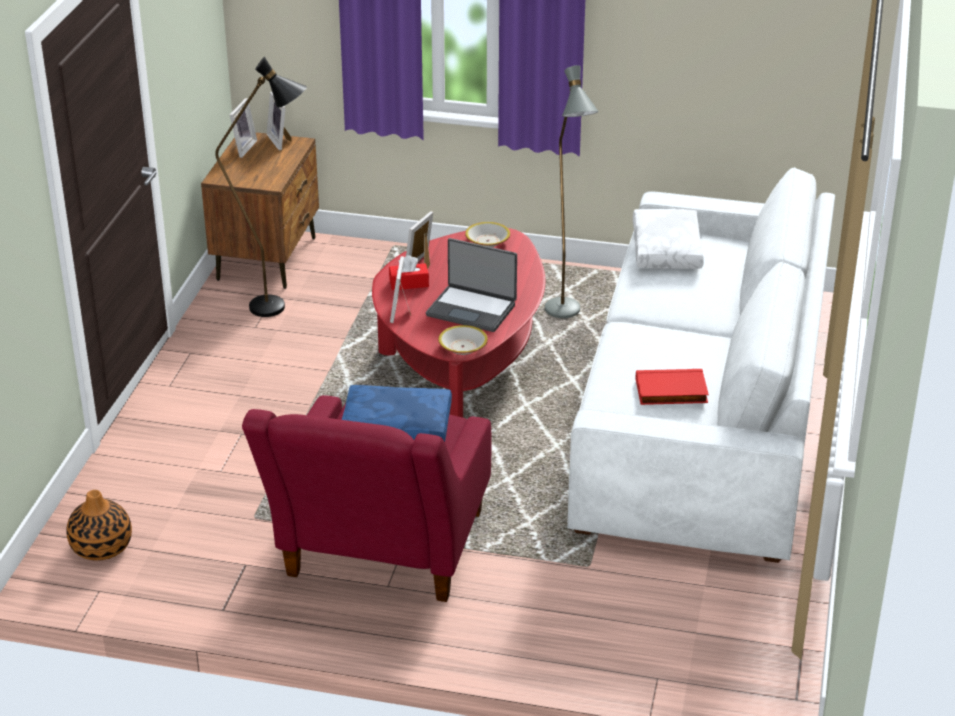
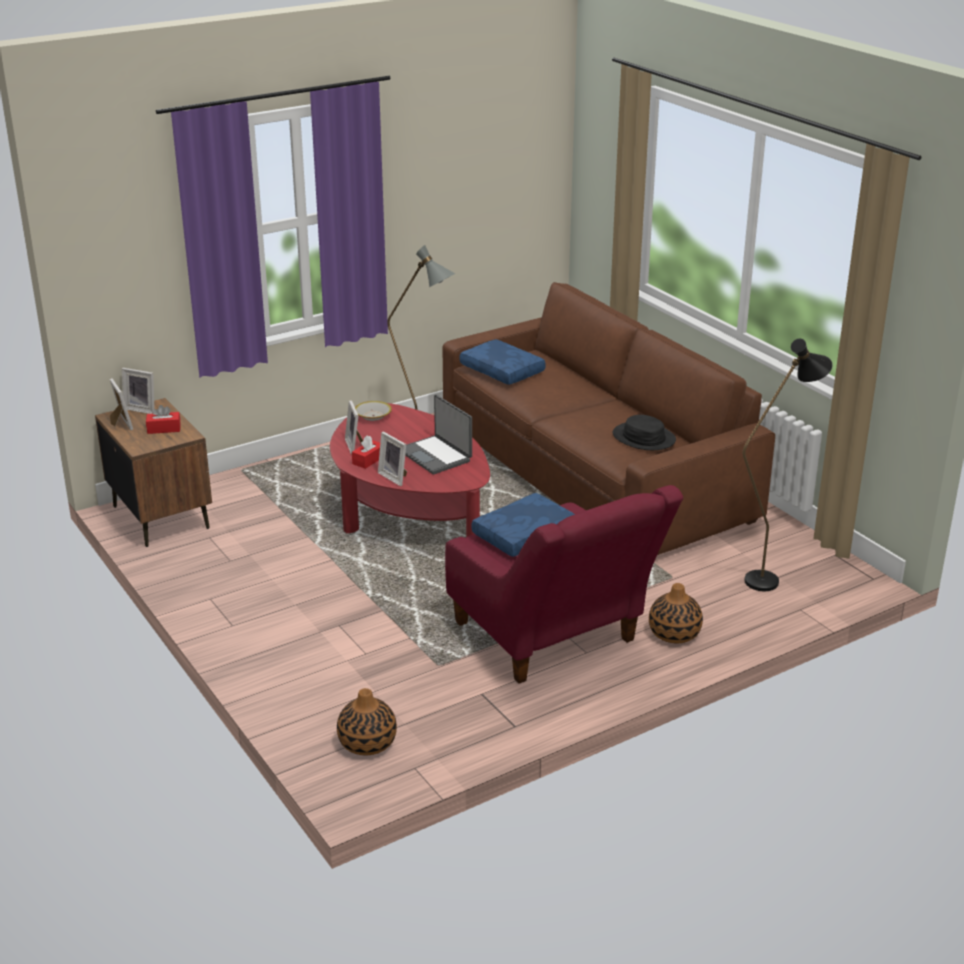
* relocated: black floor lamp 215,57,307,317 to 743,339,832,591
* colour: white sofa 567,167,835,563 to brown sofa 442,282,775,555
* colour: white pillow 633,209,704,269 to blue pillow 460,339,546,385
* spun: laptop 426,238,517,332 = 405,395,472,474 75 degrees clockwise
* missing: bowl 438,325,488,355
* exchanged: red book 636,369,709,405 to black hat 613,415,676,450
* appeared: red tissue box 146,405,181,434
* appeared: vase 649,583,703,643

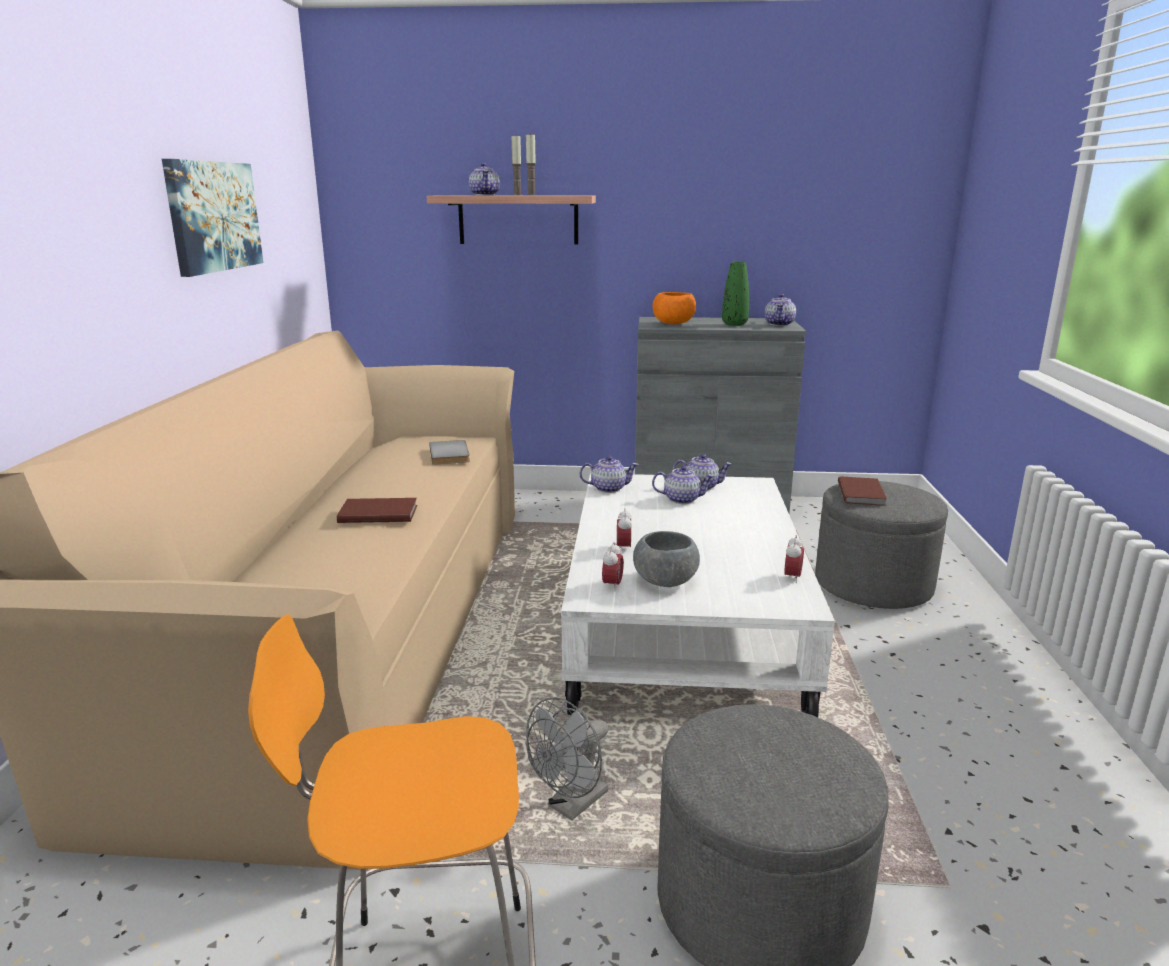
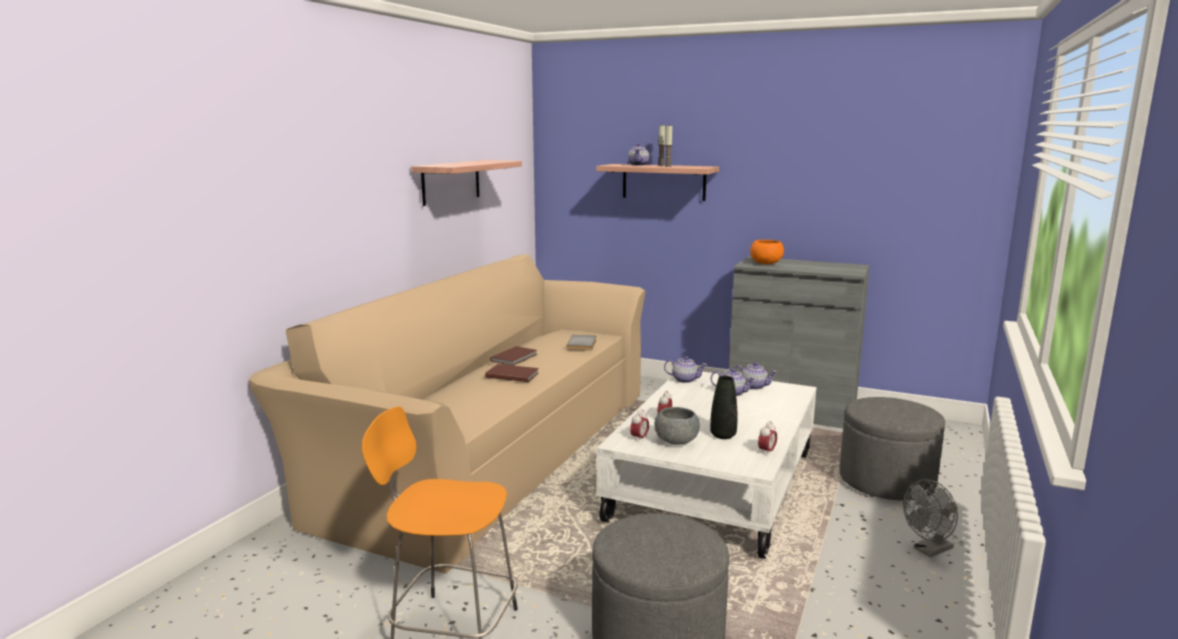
* exchanged: picture 162,159,263,277 to shelf 411,160,522,206
* missing: green vase 722,262,749,326
* missing: teapot 765,294,796,326
* relocated: brown book 838,476,887,506 to 490,346,537,366
* relocated: grey fan 526,697,609,821 to 903,479,958,558
* appeared: black vase 710,376,738,439

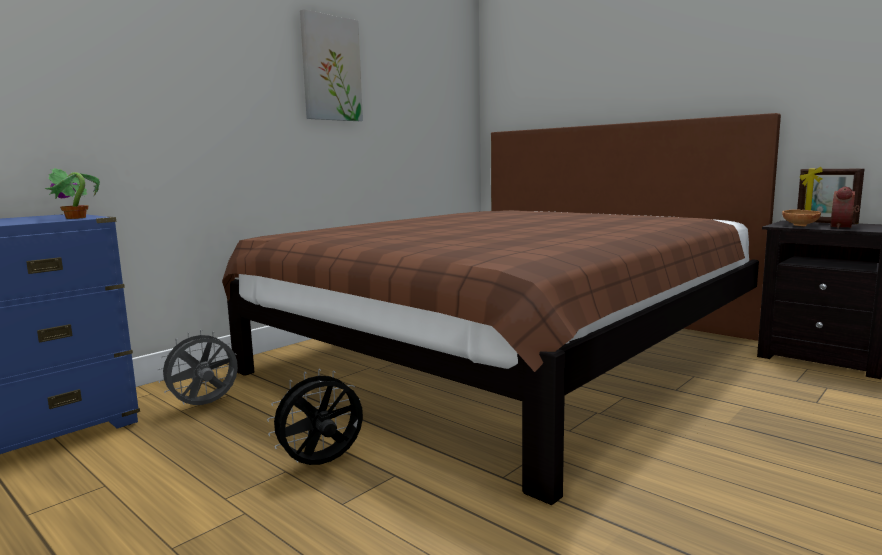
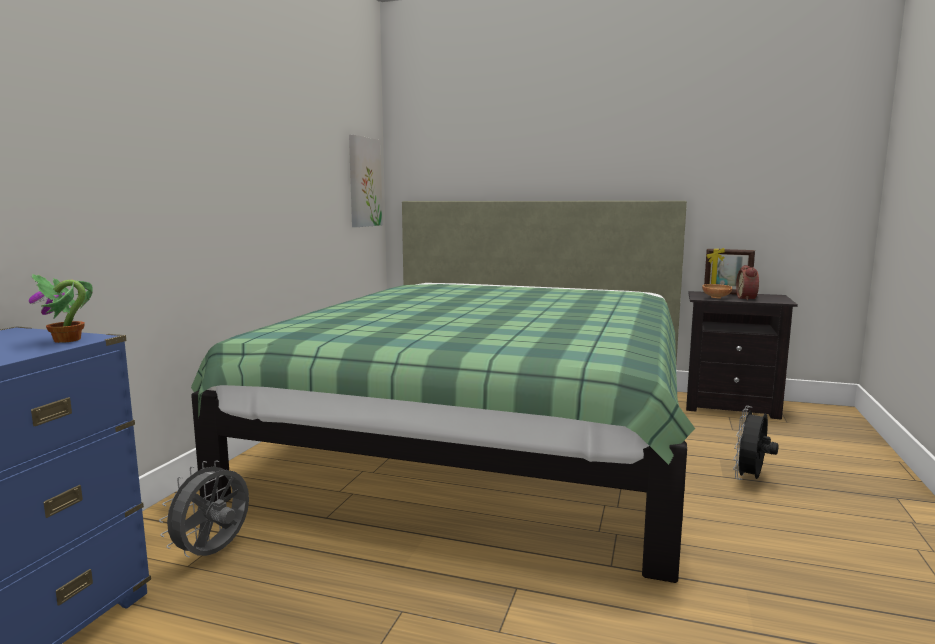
* relocated: picture 300,9,363,121 to 349,135,383,227
* colour: brown bed 222,113,781,505 to green bed 191,201,695,583
* relocated: black fan 267,369,363,465 to 733,406,779,480

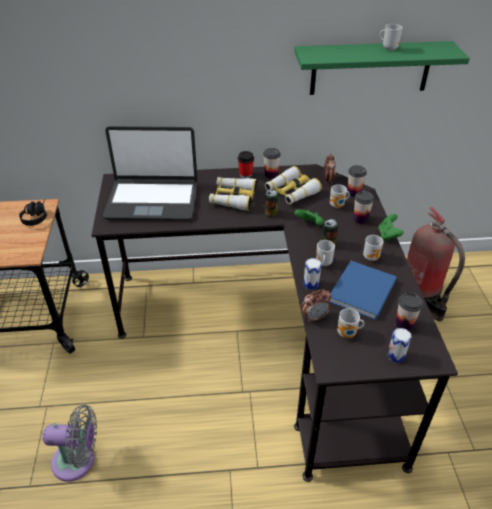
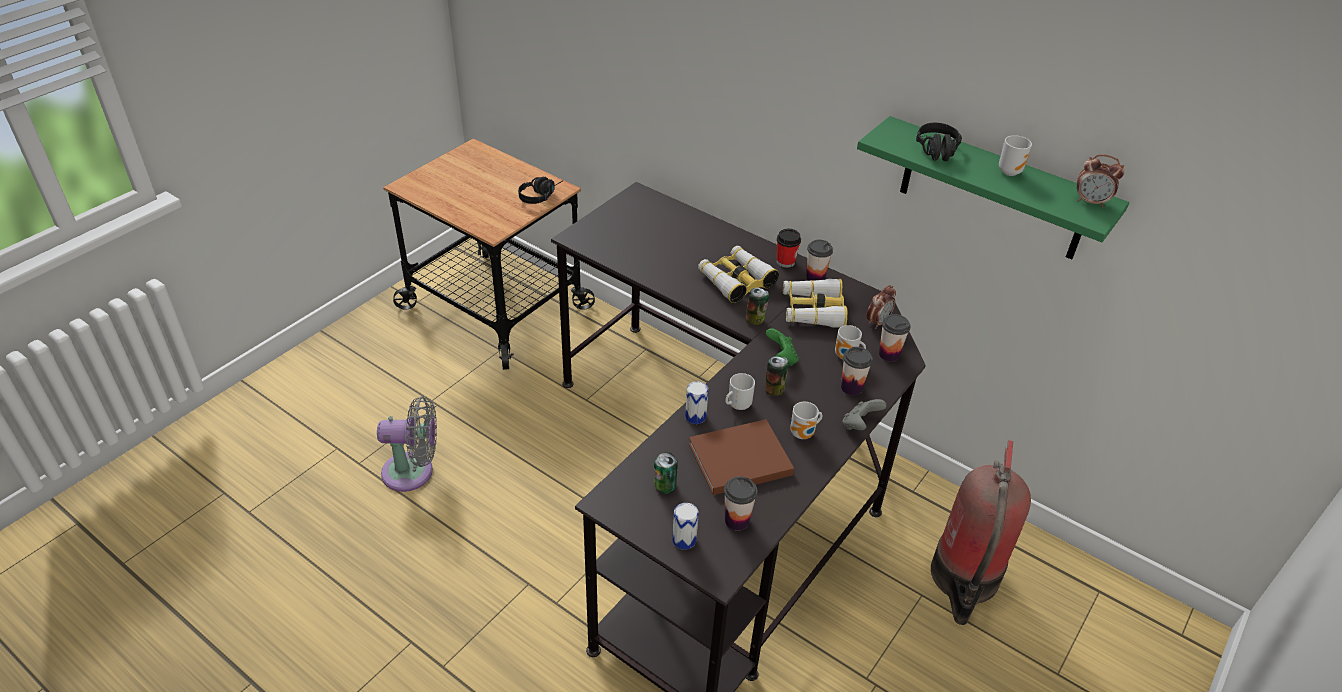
* missing: laptop 103,126,198,221
* colour: green game controller 378,214,404,241 to grey game controller 842,399,887,430
* colour: blue book 329,261,397,320 to brown book 689,419,794,495
* relocated: alarm clock 301,290,331,323 to 1077,154,1125,208
* exchanged: mug 337,308,365,338 to can 654,452,678,494
* spun: grey fan 43,405,97,482 = 377,396,437,492 45 degrees counterclockwise
* appeared: black headphones 916,123,962,162

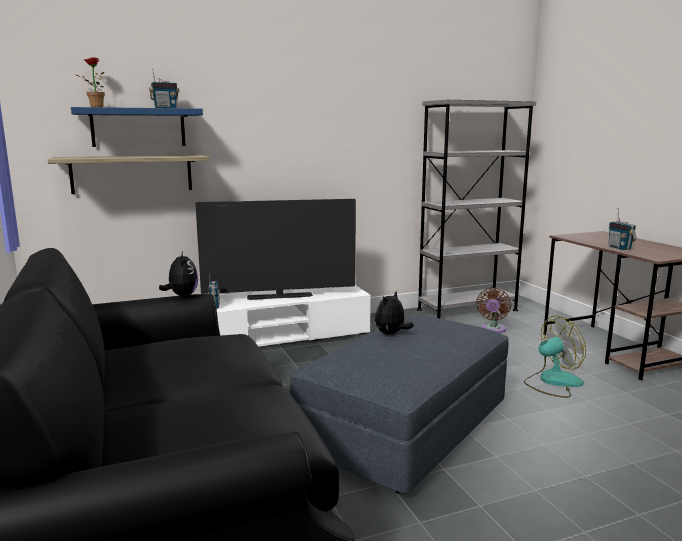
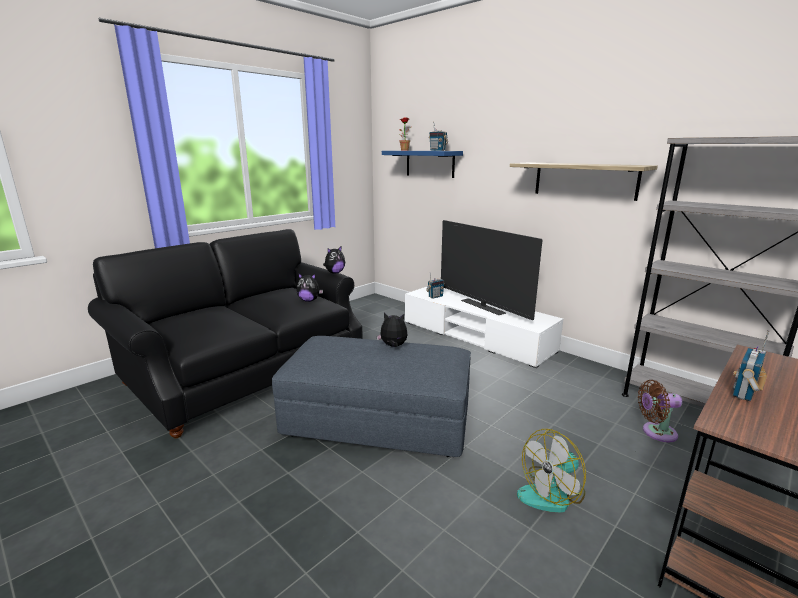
* relocated: shelf 48,155,210,194 to 510,162,658,201
* spun: fan 524,316,586,398 = 517,429,586,512 105 degrees clockwise
* appeared: plush toy 297,273,323,302

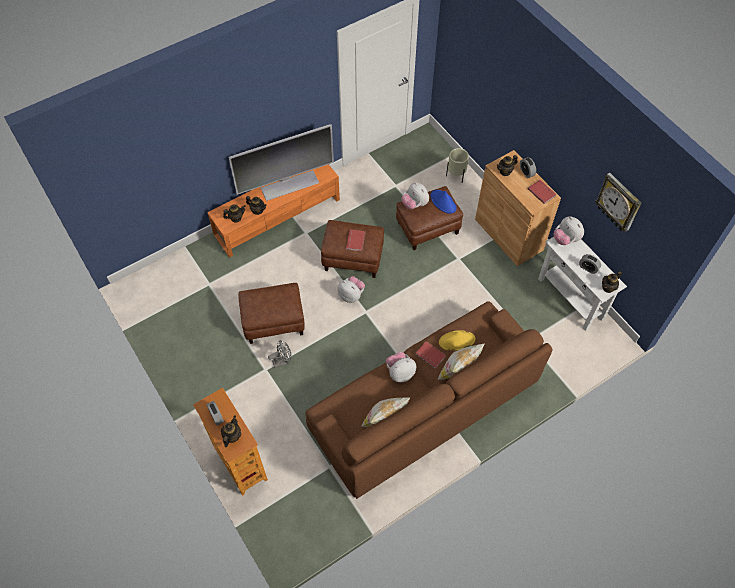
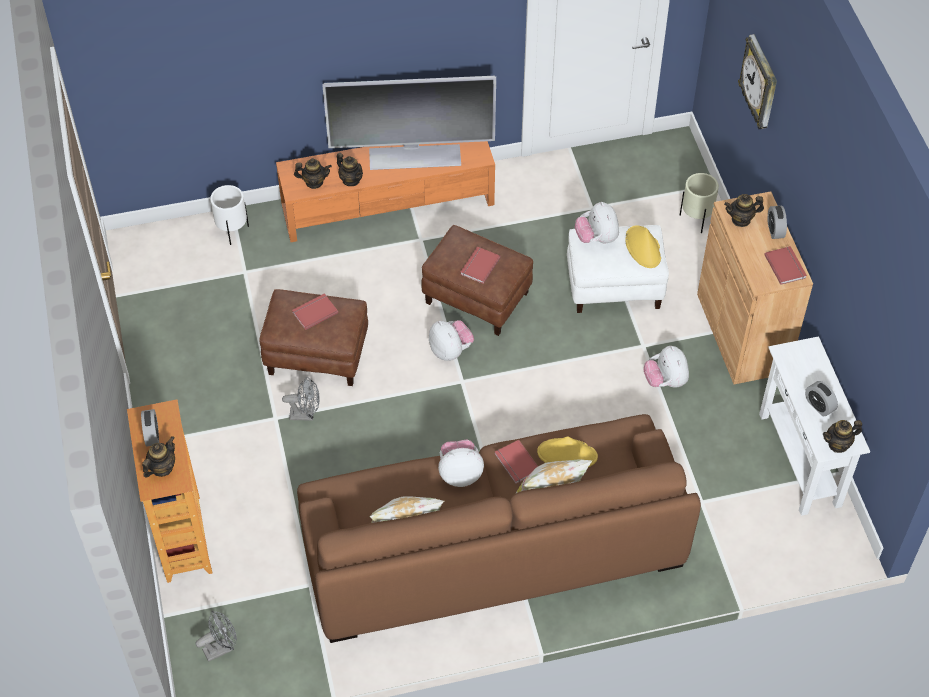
* relocated: wall clock 595,173,641,231 to 738,34,777,129
* colour: brown ottoman 396,186,463,250 to white ottoman 567,225,669,313
* colour: blue hat 430,190,457,214 to yellow hat 625,225,661,268
* relocated: plush toy 554,216,584,245 to 644,346,689,387
* appeared: white planter 210,185,249,245
* appeared: red book 292,293,338,330
* appeared: grey fan 195,611,237,662

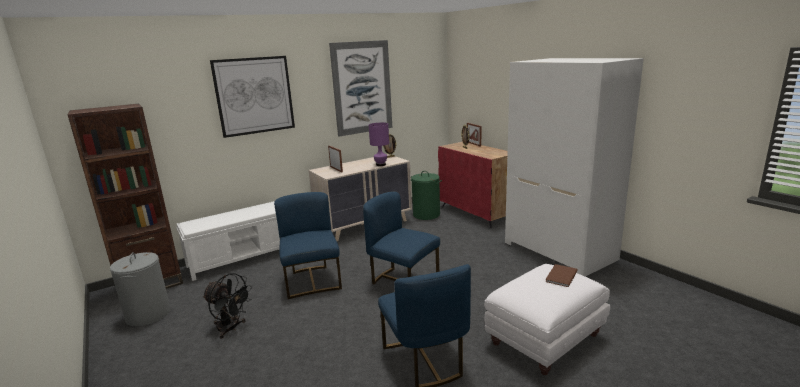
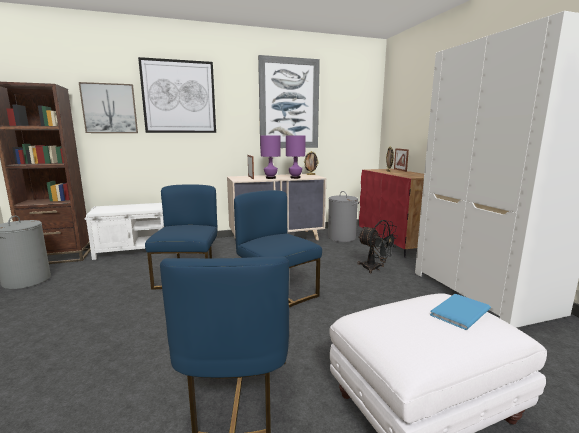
* colour: green laundry basket 411,171,442,220 to grey laundry basket 328,191,359,242
* colour: brown book 545,264,578,287 to blue book 430,294,491,330
* relocated: black fan 202,273,252,339 to 358,220,398,273
* appeared: picture 79,82,138,133
* appeared: purple table lamp 260,136,280,179

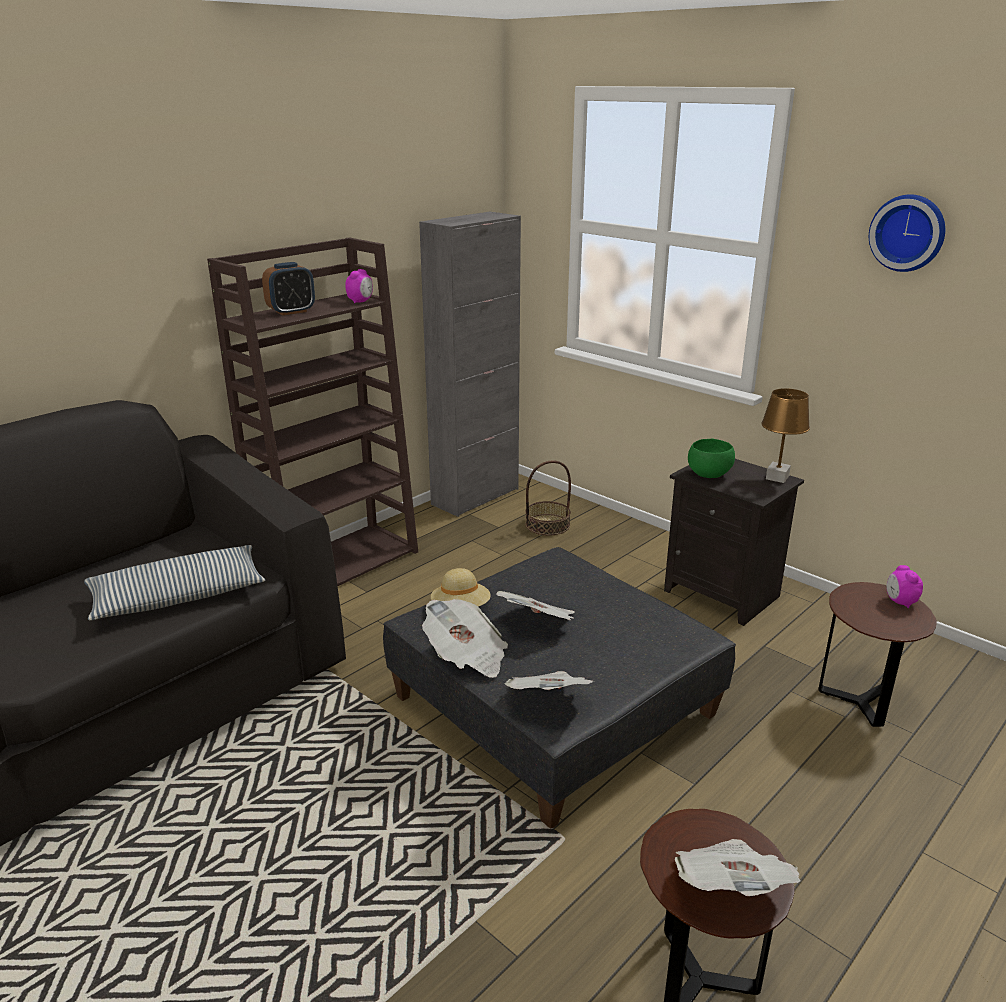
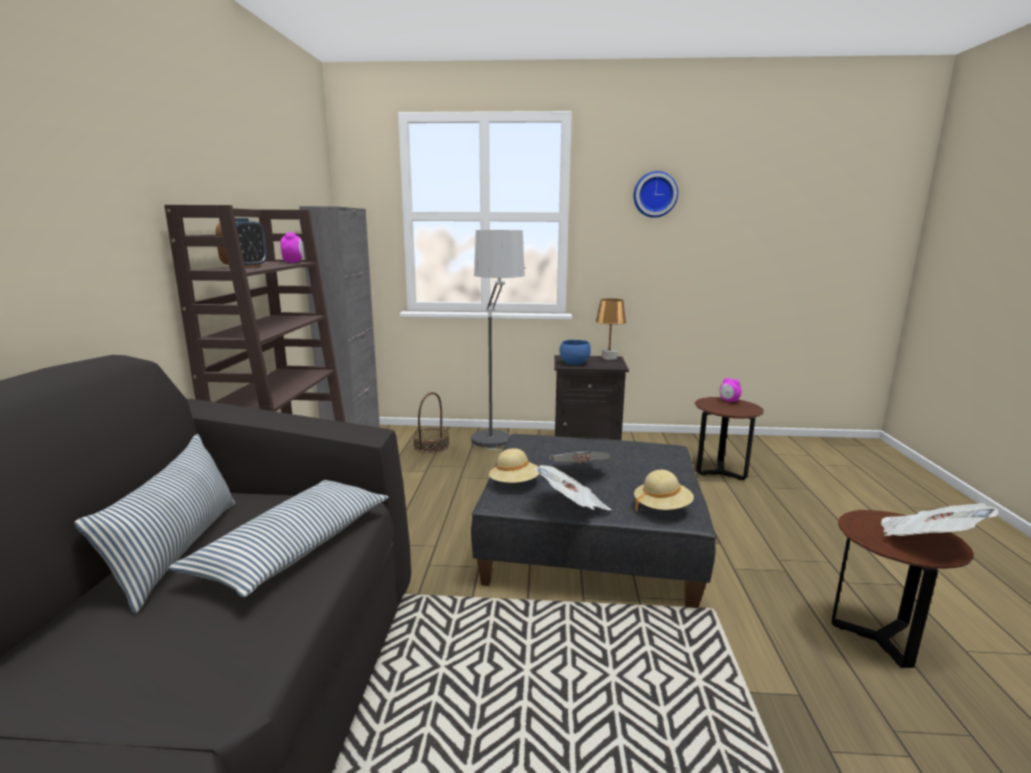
* colour: green bowl 688,439,735,478 to blue bowl 559,340,591,365
* exchanged: newspaper 505,671,594,690 to beige hat 634,470,694,512
* appeared: floor lamp 471,230,526,450
* appeared: pillow 74,434,236,614

